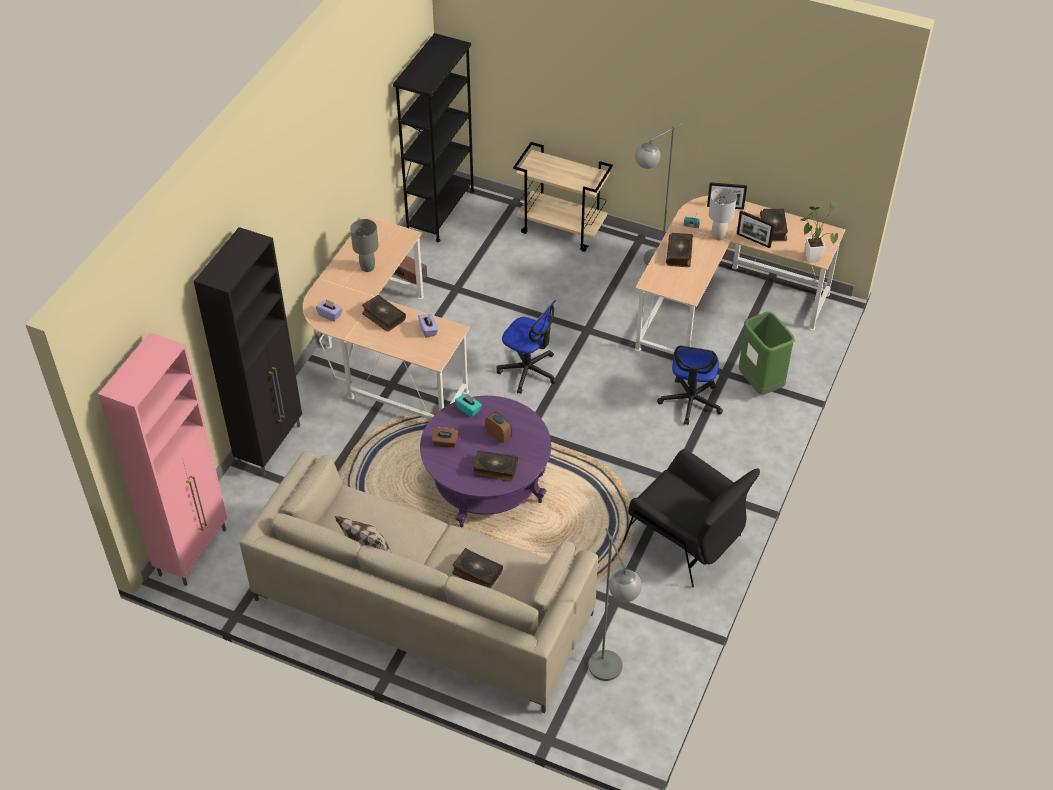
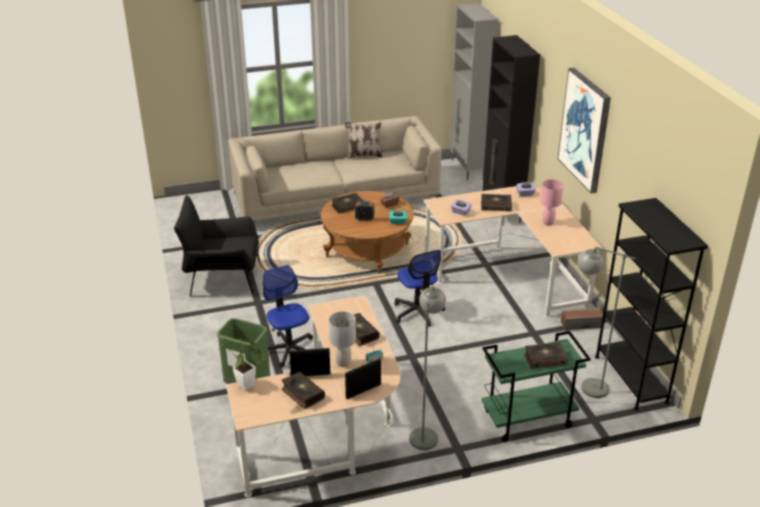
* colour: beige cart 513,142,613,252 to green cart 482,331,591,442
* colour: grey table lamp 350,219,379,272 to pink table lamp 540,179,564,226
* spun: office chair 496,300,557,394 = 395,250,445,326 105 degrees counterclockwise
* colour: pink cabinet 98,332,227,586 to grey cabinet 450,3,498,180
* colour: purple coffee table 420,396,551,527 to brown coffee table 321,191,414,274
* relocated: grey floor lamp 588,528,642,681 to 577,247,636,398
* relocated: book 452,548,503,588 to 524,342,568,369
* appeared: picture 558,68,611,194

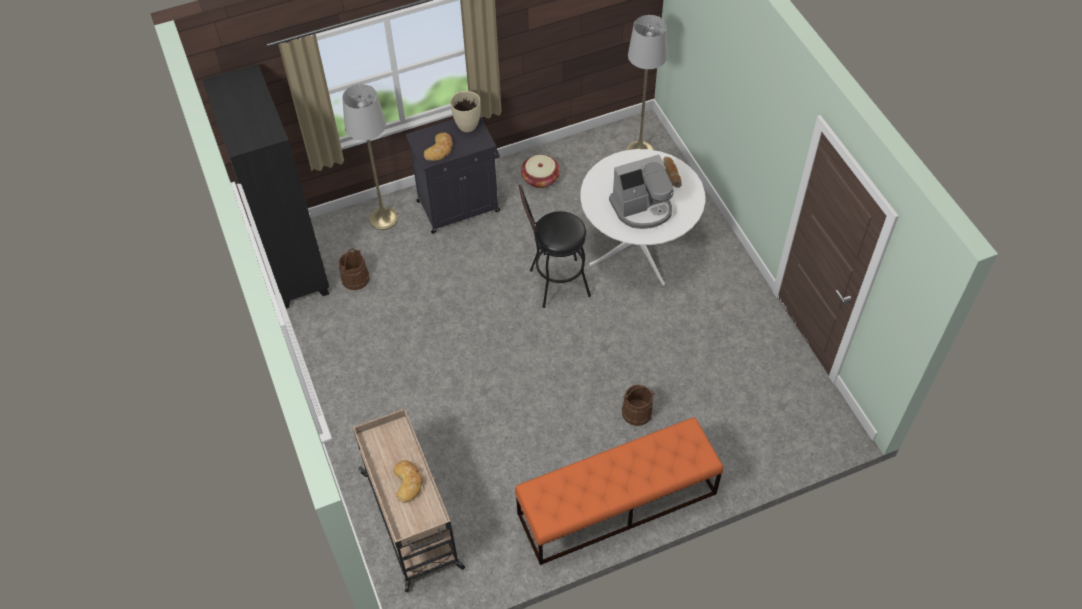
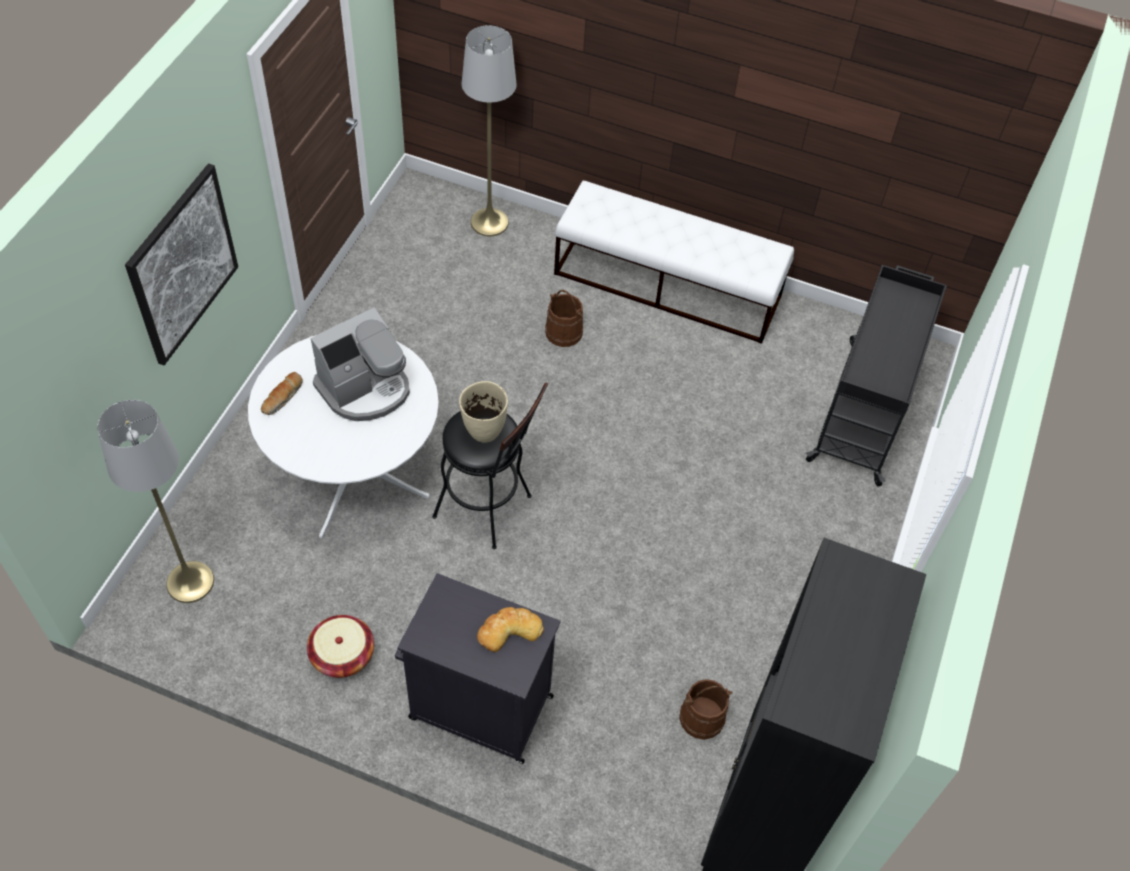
* relocated: grey floor lamp 342,84,398,230 to 462,25,517,237
* relocated: beige vase 450,91,480,132 to 459,381,508,443
* spun: coffee machine 609,155,674,229 = 311,307,410,421 120 degrees clockwise
* colour: beige cart 353,409,465,592 to black cart 806,265,947,486
* colour: orange bench 515,417,724,565 to white bench 554,181,794,344
* missing: bread 394,460,423,503
* appeared: picture 125,163,238,365

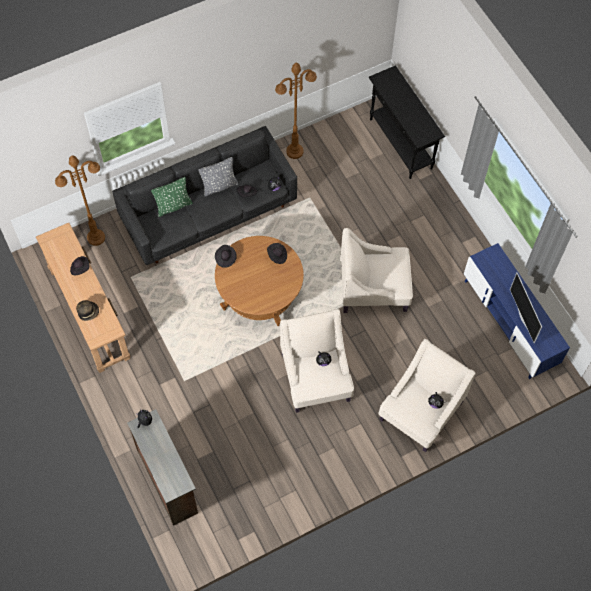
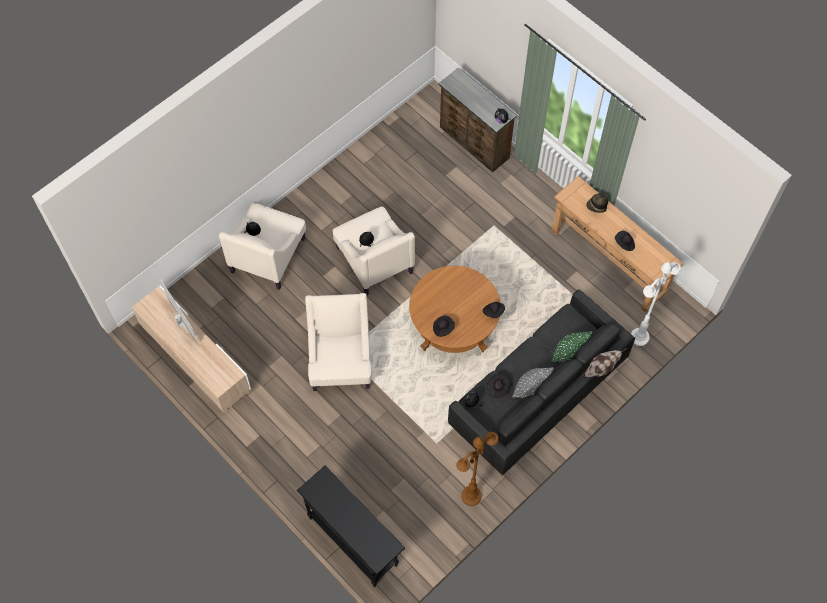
* colour: brown floor lamp 55,155,105,246 to white floor lamp 631,262,681,346
* spun: beige armchair 340,228,413,313 = 305,293,372,391 75 degrees counterclockwise
* colour: blue tv stand 464,243,570,379 to beige tv stand 132,286,251,412
* appeared: pillow 582,348,627,378

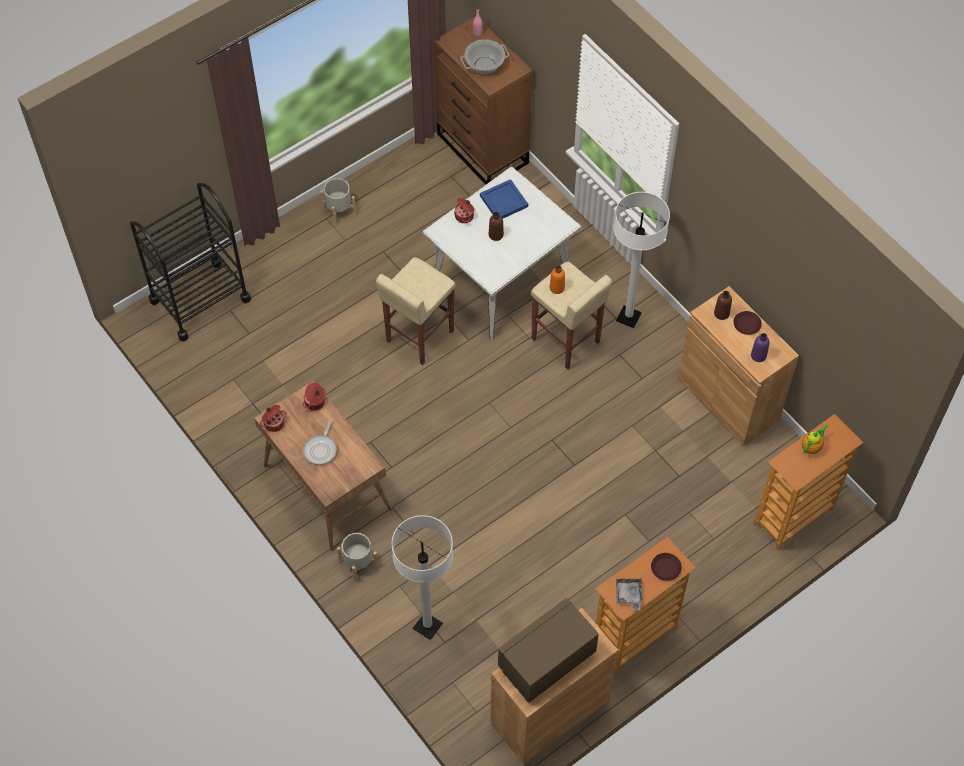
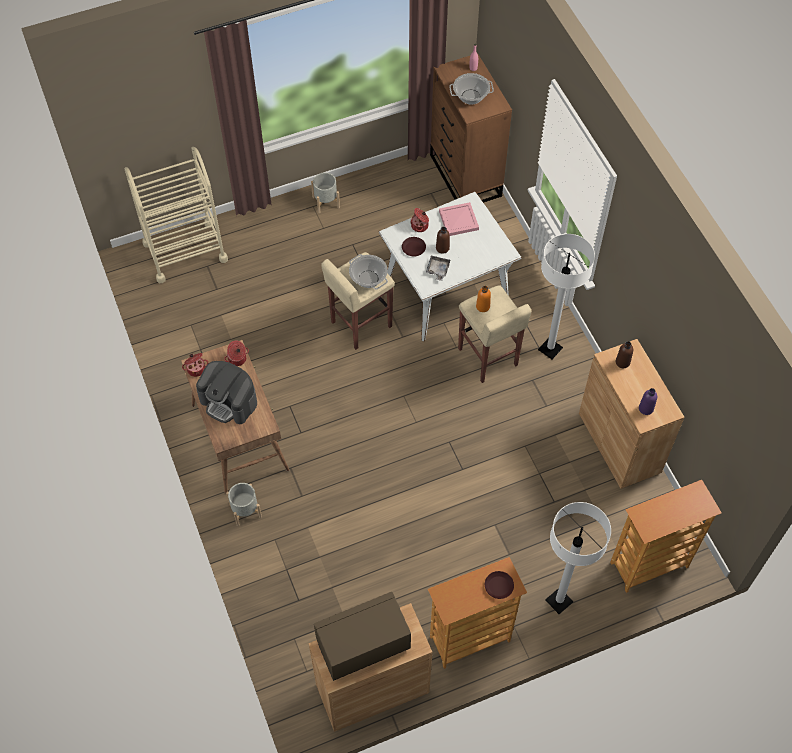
* colour: blue tray 480,179,528,218 to pink tray 439,202,479,236
* colour: black cart 130,183,251,342 to beige cart 124,147,228,283
* relocated: brown plate 733,311,762,335 to 402,237,426,256
* exchanged: frying pan 303,420,337,465 to coffee machine 196,361,257,424
* missing: teapot 801,424,828,454
* relocated: white floor lamp 392,515,453,640 to 545,502,611,614
* relocated: grey tray 616,578,643,611 to 426,256,451,281
* appeared: cooking pot 349,254,388,289

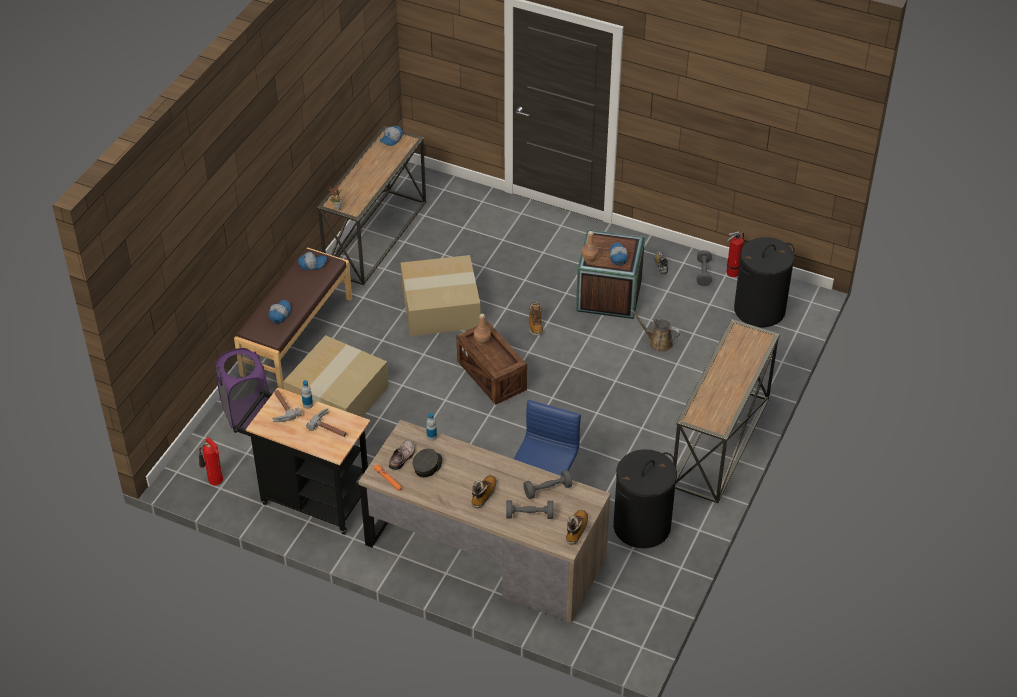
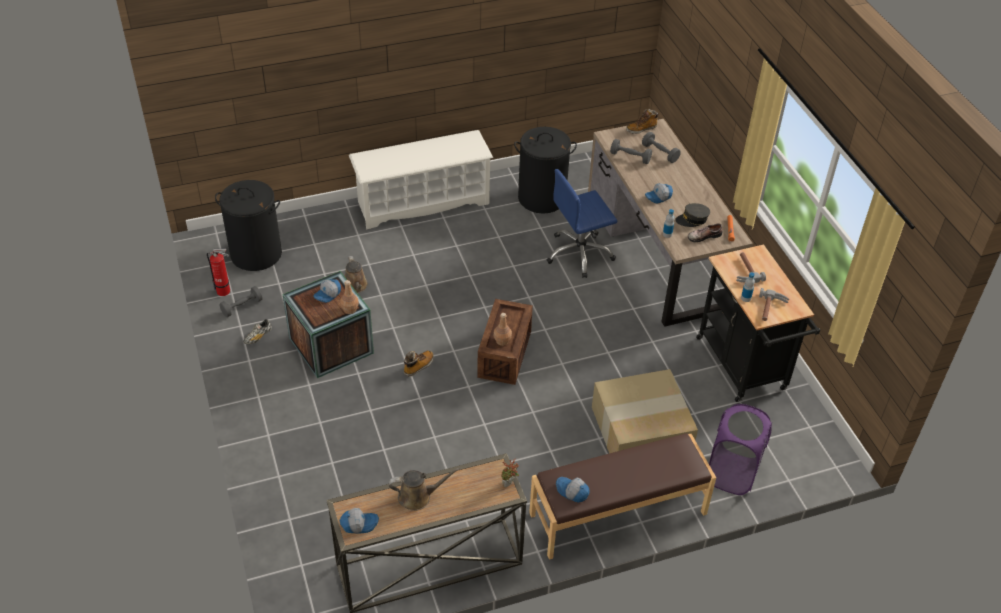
* missing: cardboard box 401,255,480,336
* relocated: cap 268,300,291,324 to 645,183,673,203
* exchanged: console table 674,319,780,503 to white shoe rack 349,130,493,229
* missing: fire extinguisher 199,437,223,486
* missing: boot 472,475,497,508
* appeared: brown watering can 389,468,460,511

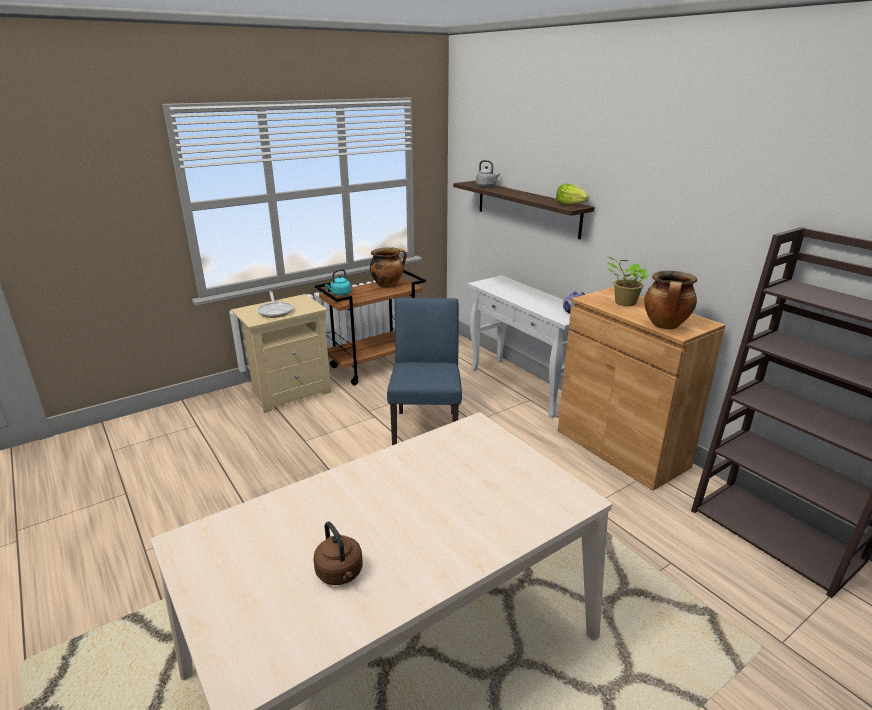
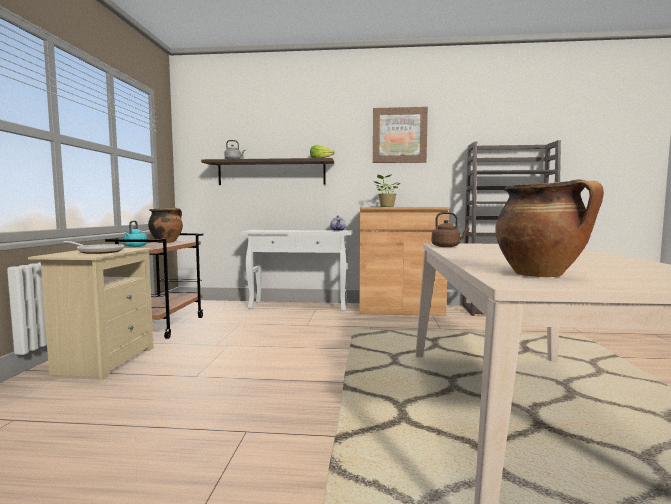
* relocated: cooking pot 644,271,697,329 to 496,179,604,277
* missing: blue chair 387,298,462,445
* relocated: brown kettle 314,521,363,585 to 432,212,469,247
* appeared: picture 373,107,428,163

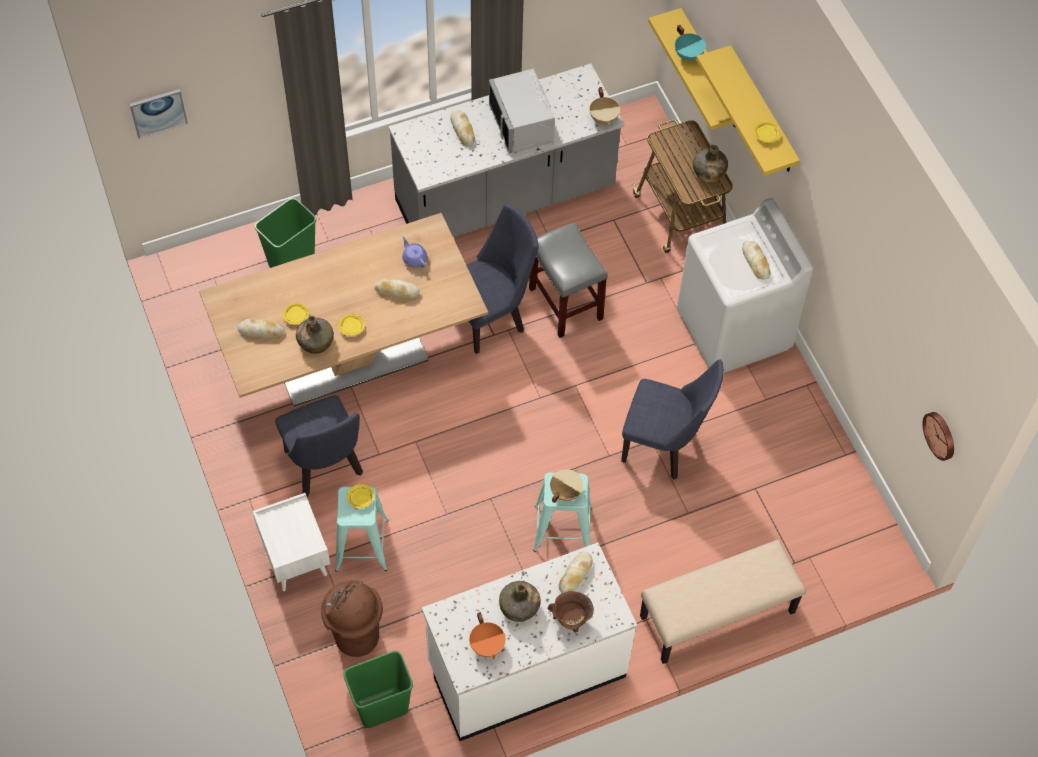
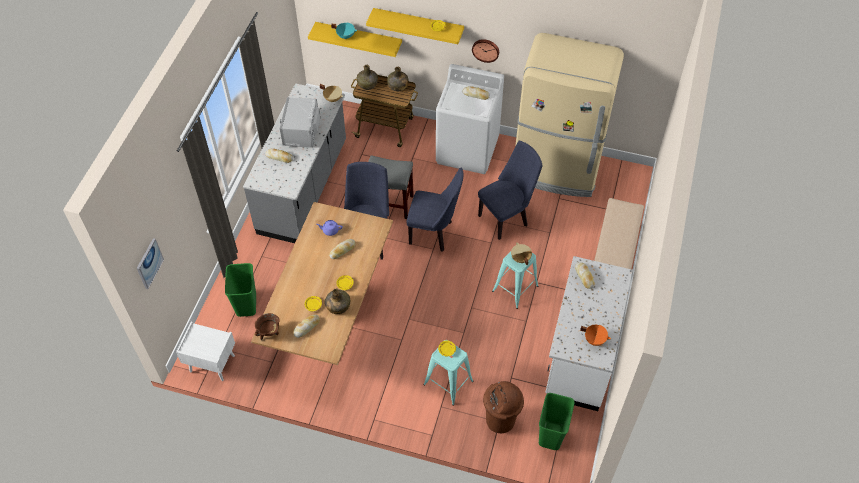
* spun: grey microwave 489,68,555,154 = 280,97,320,148 75 degrees clockwise
* relocated: blue chair 275,395,363,497 to 406,168,463,252
* relocated: wall clock 922,412,954,461 to 472,39,499,63
* relocated: white nightstand 253,493,330,591 to 176,322,235,381
* relocated: green bottle 499,581,541,622 to 357,65,378,90
* relocated: brown cooking pot 548,591,594,633 to 255,313,280,340
* appeared: beige fridge 516,33,624,197

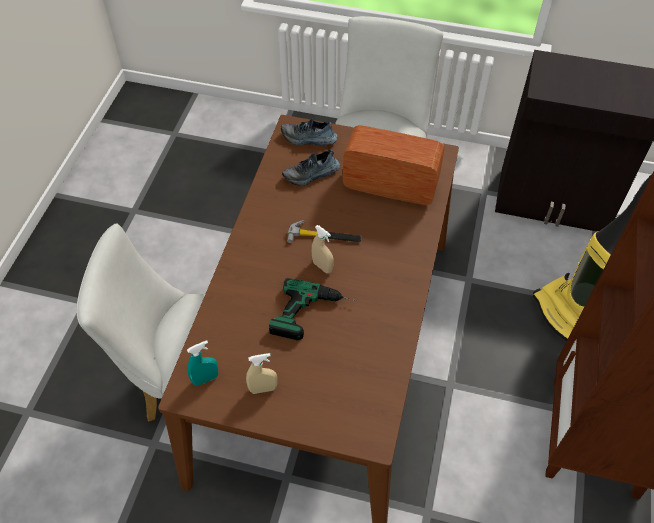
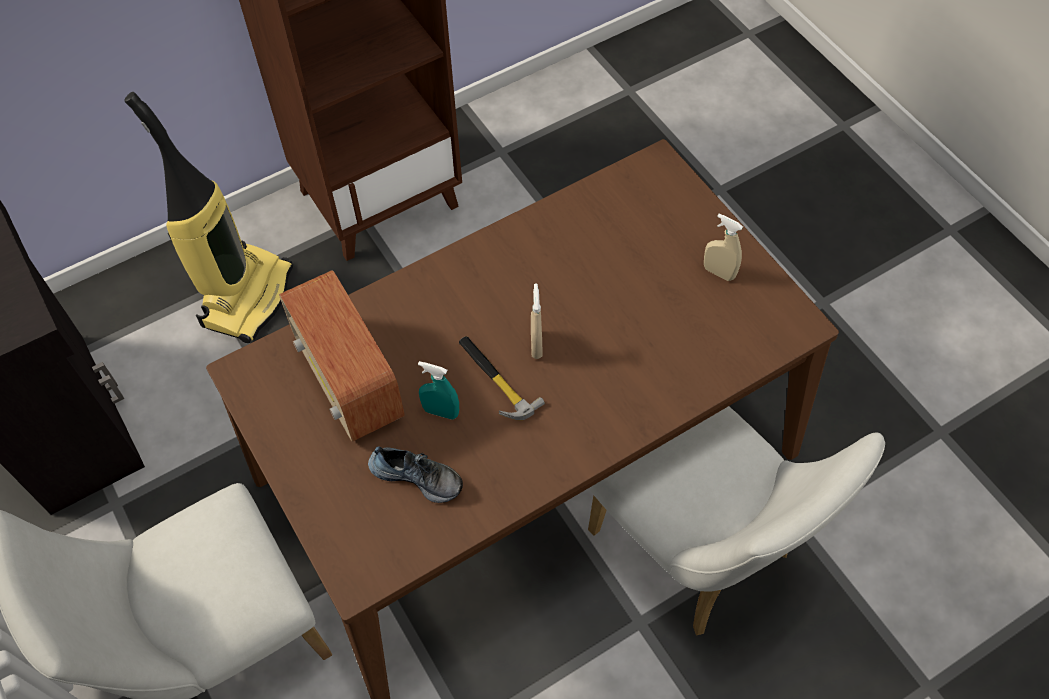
* missing: shoe 281,118,338,146
* missing: power drill 269,278,356,340
* relocated: turquoise spray bottle 187,340,219,386 to 418,361,459,420

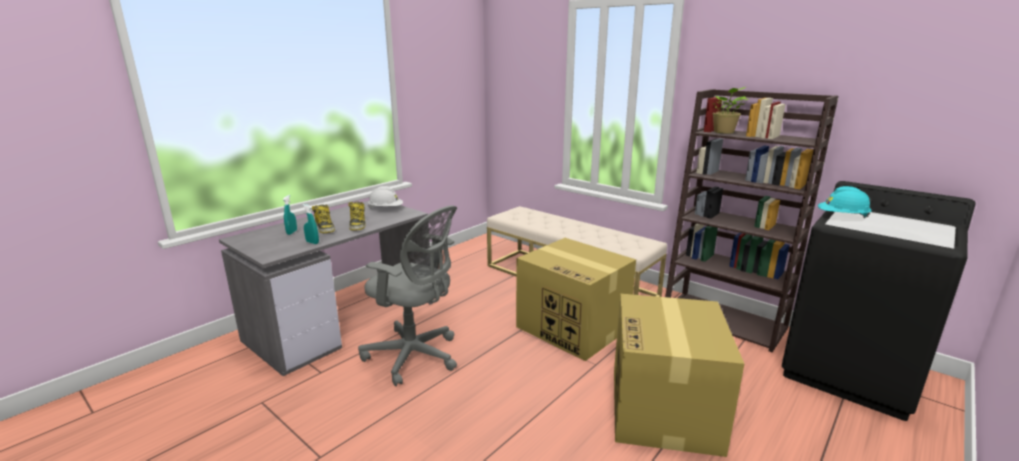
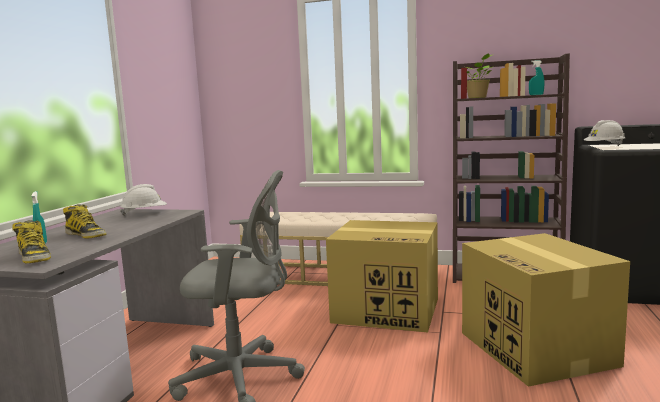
* colour: turquoise hard hat 818,186,872,218 to white hard hat 584,120,625,146
* relocated: boot 348,202,366,230 to 12,220,51,263
* relocated: turquoise spray bottle 302,204,319,244 to 529,60,545,95

